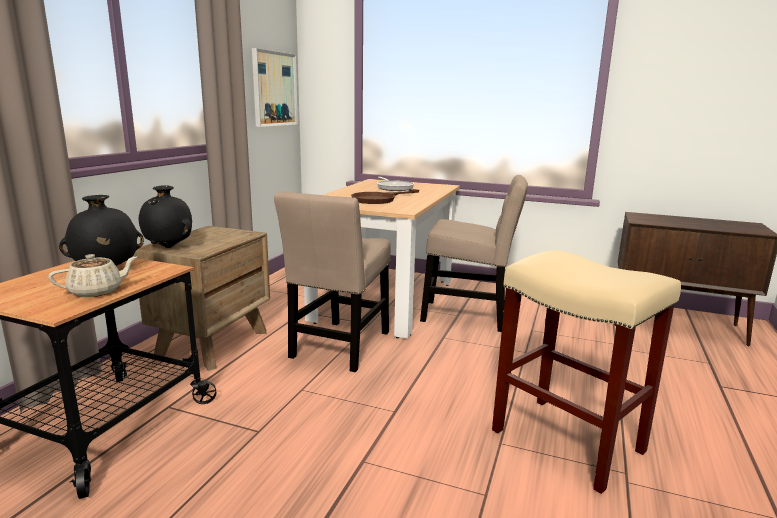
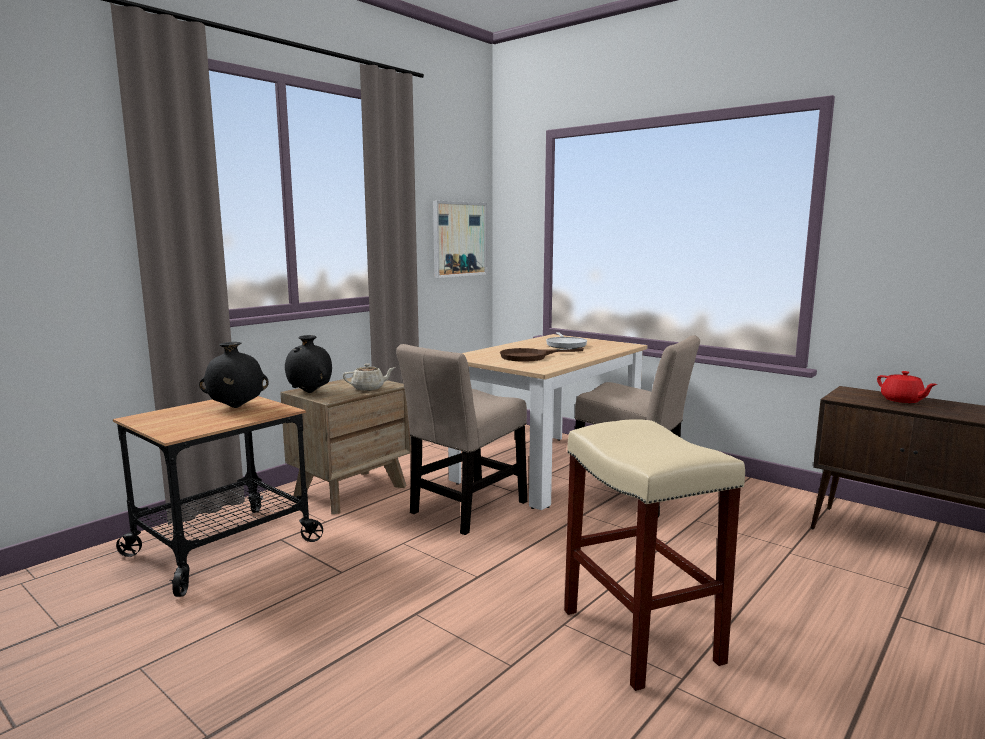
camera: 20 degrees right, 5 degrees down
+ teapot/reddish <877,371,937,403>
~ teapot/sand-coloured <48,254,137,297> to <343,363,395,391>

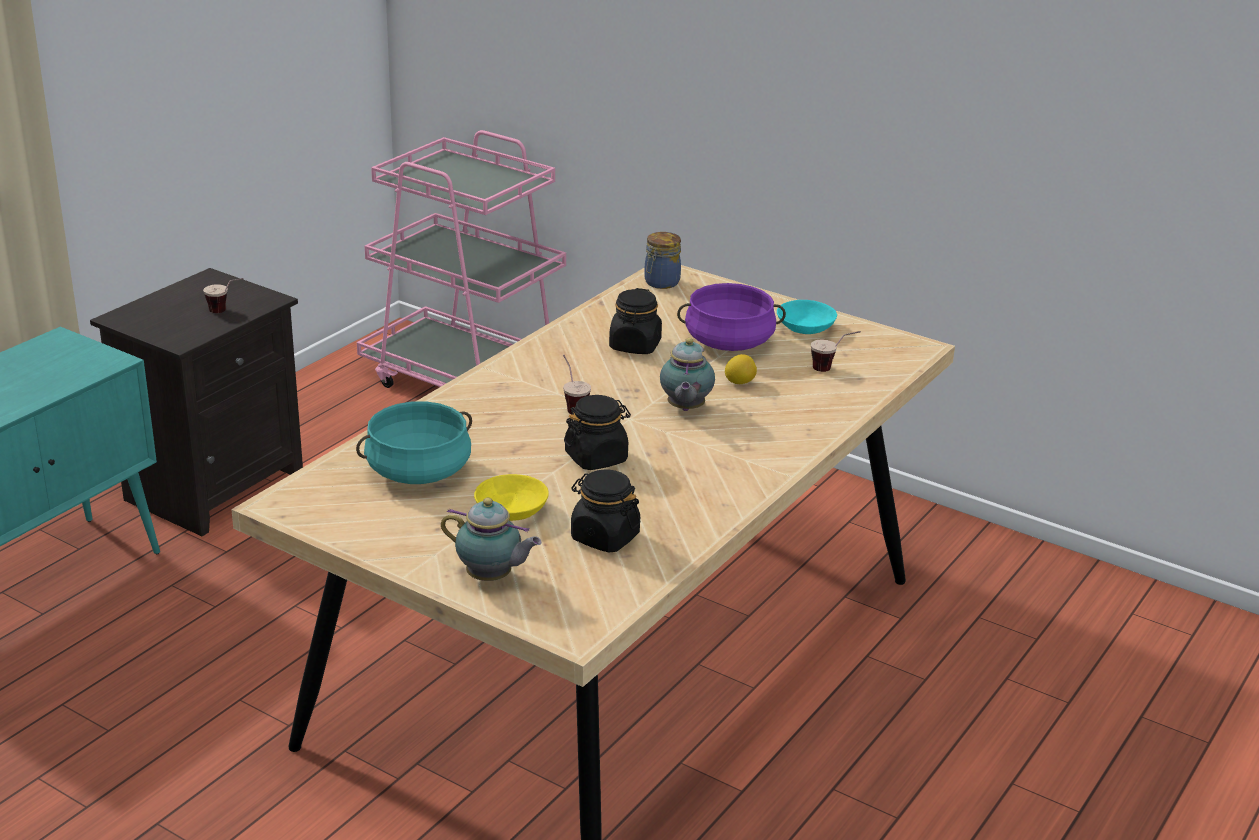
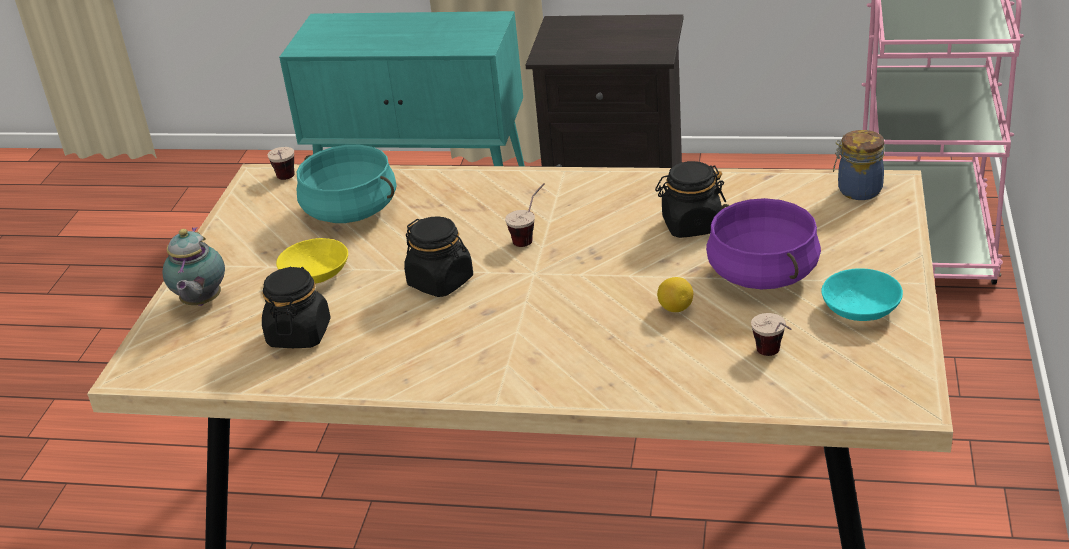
camera: 70 degrees right, 5 degrees up
- teapot <660,338,715,411>
~ small cup <203,278,243,313> to <268,147,295,180>

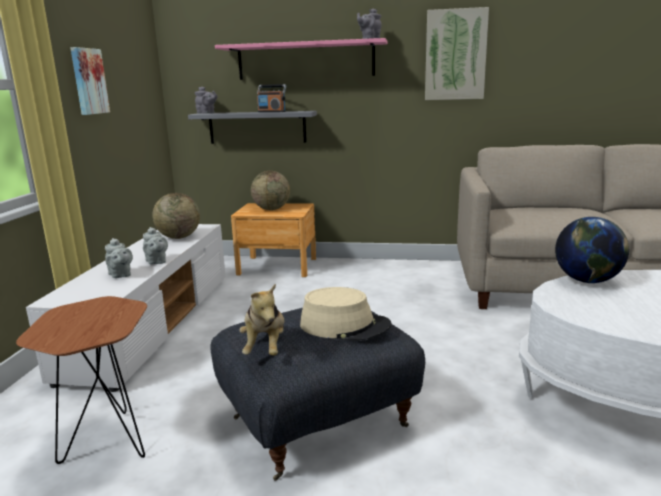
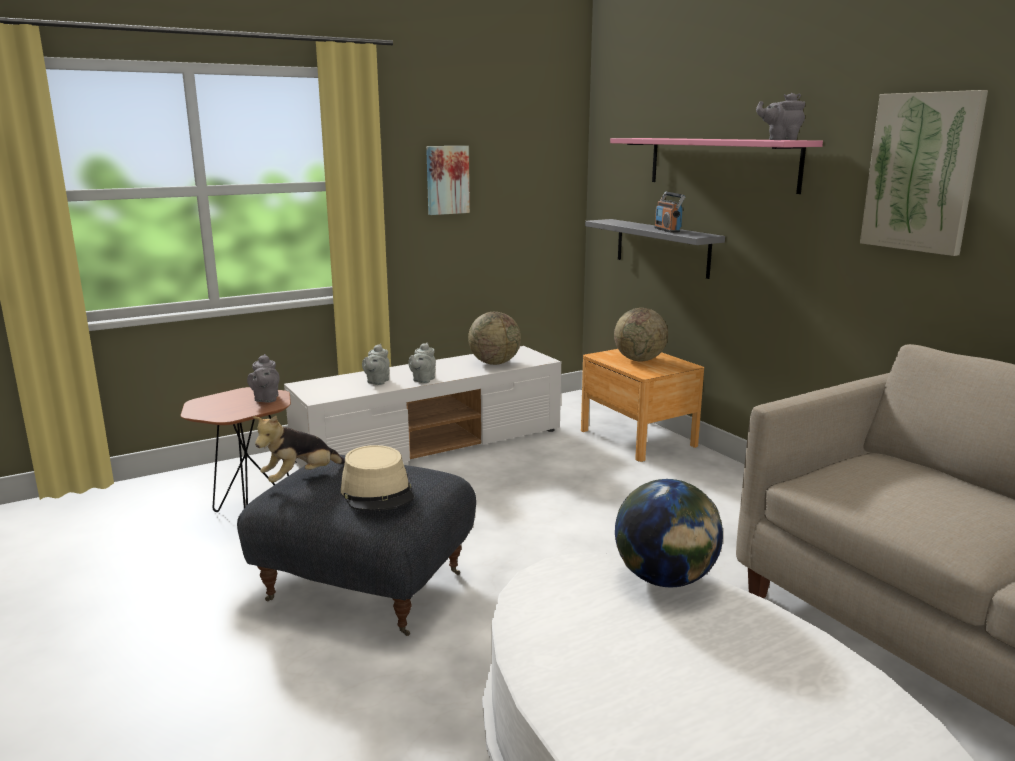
camera: 50 degrees right, 0 degrees up
~ teapot/greyish <195,87,218,113> to <247,354,280,403>

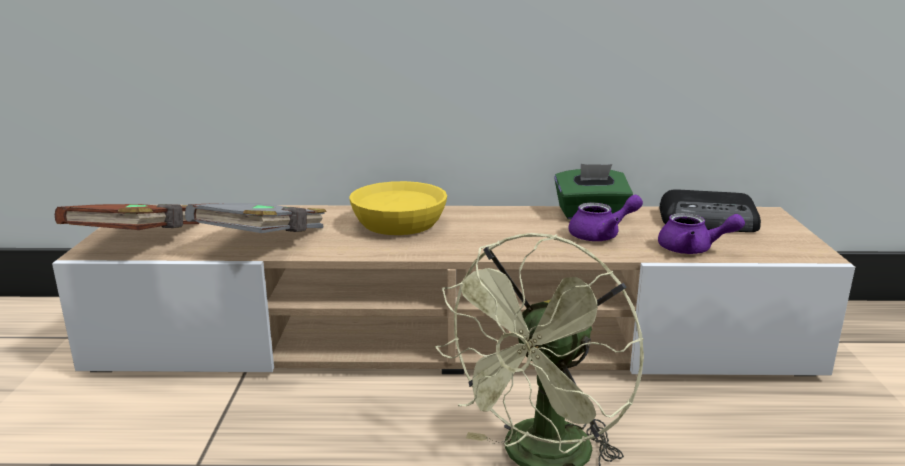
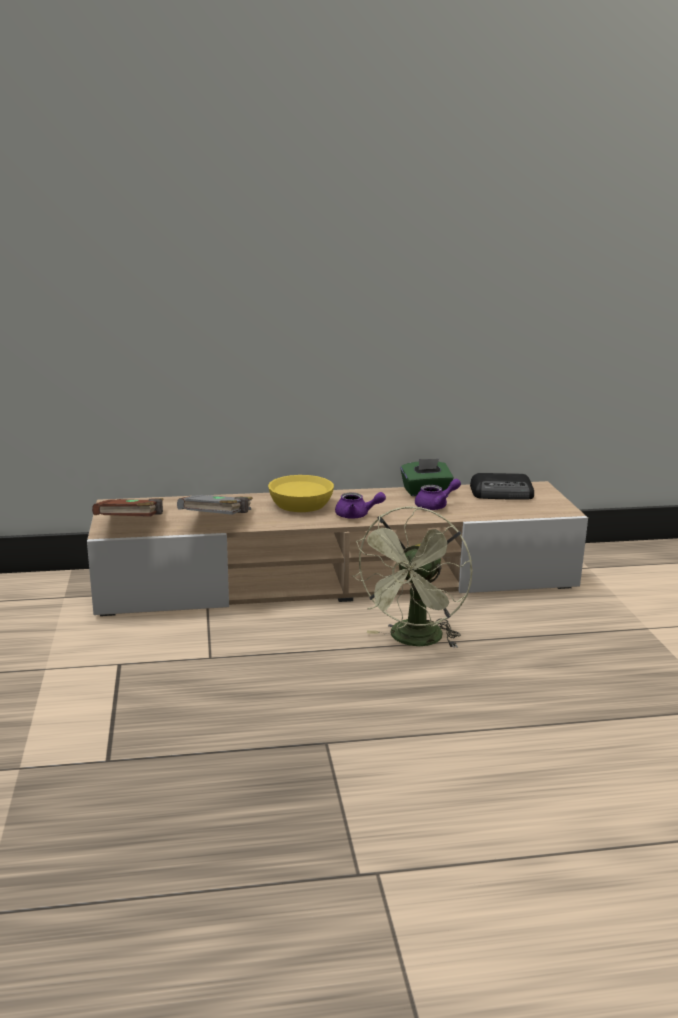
camera: 10 degrees left, 0 degrees up
~ teapot/purplish <658,213,745,254> to <335,492,386,519>

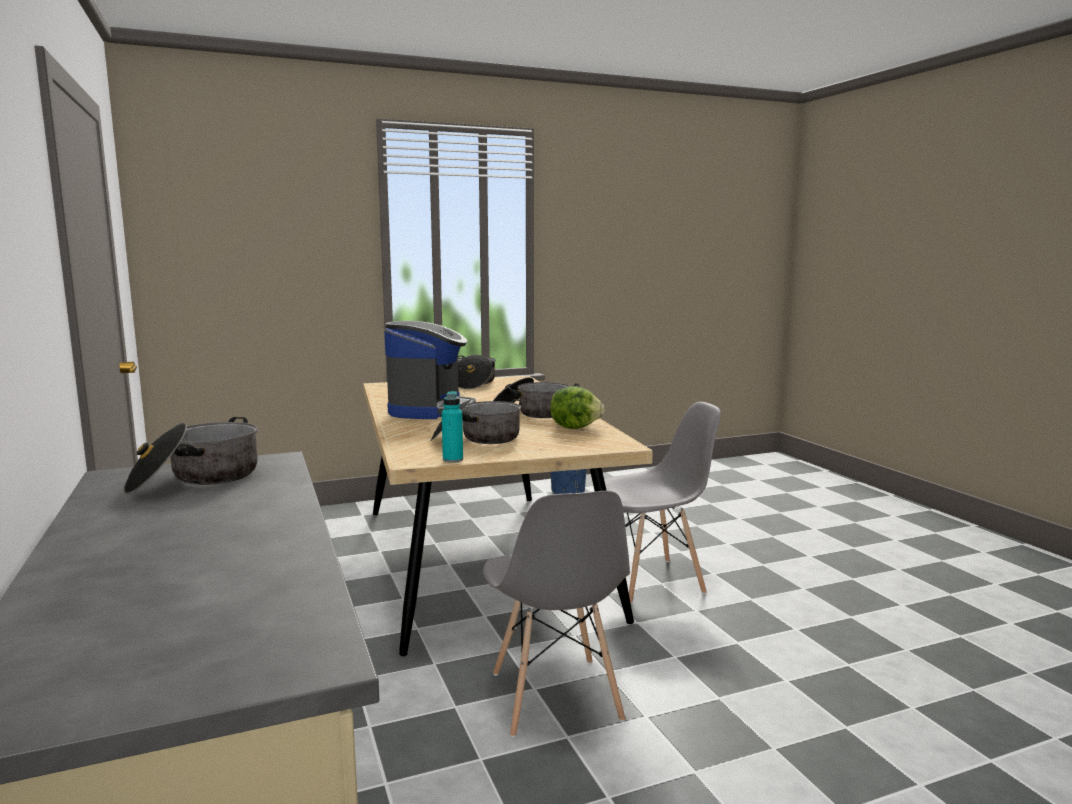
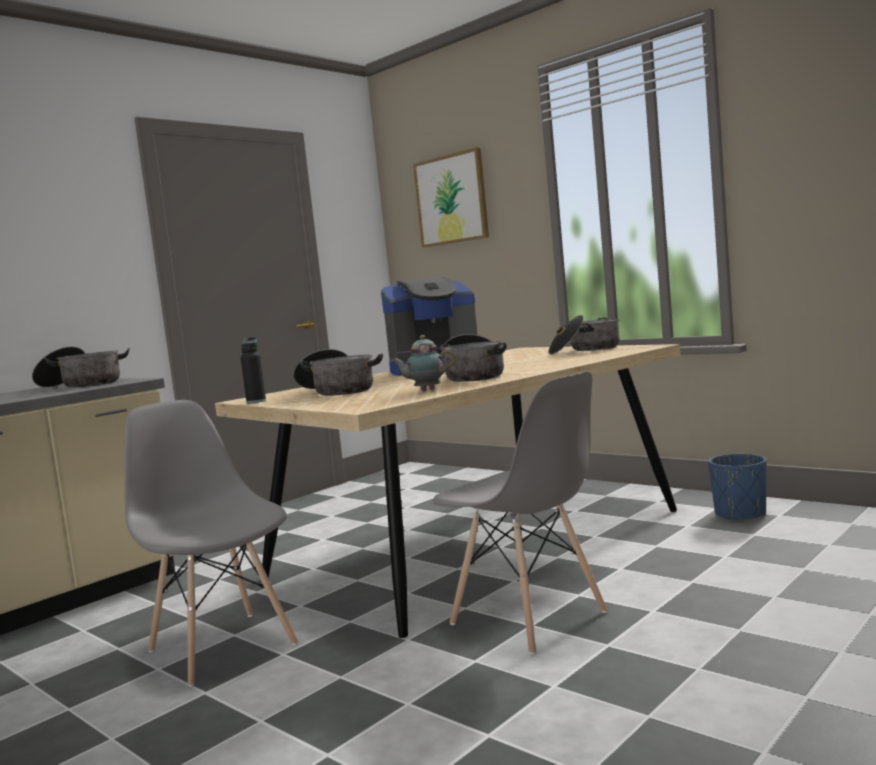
camera: 65 degrees right, 5 degrees down
+ picture <413,147,489,248>
~ lettuce <550,386,605,429> to teapot <391,335,456,391>
~ beverage bottle/turquoise <442,391,463,463> to beverage bottle/black <241,337,266,403>
~ plain chair/greyish <483,491,630,738> = <124,400,298,687> 90 degrees clockwise

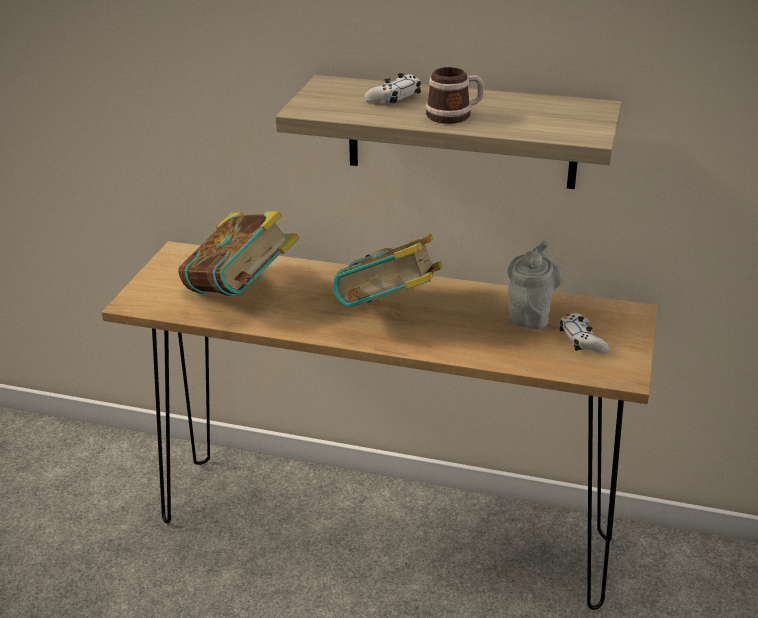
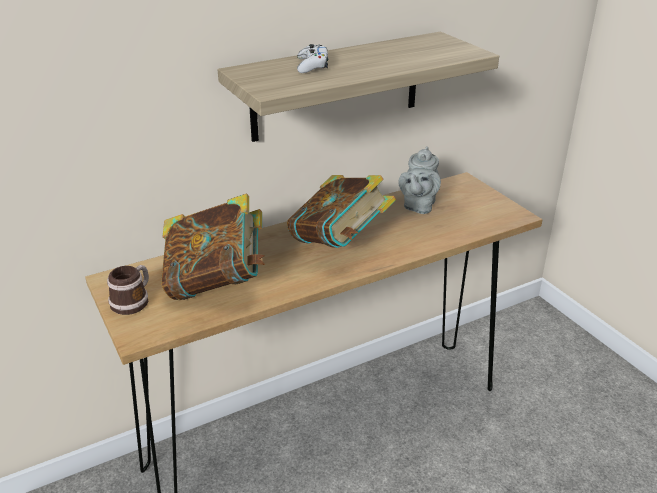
camera: 45 degrees left, 0 degrees up
- gamepad/whitish <560,313,610,353>
~ mug <425,67,484,124> to <107,265,149,315>
~ teapot/greyish <507,240,562,329> = <398,146,441,214> 135 degrees counterclockwise

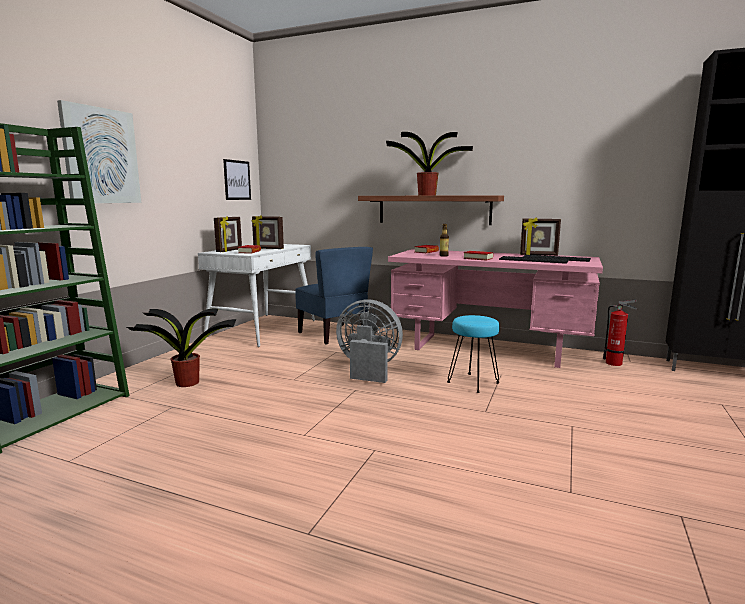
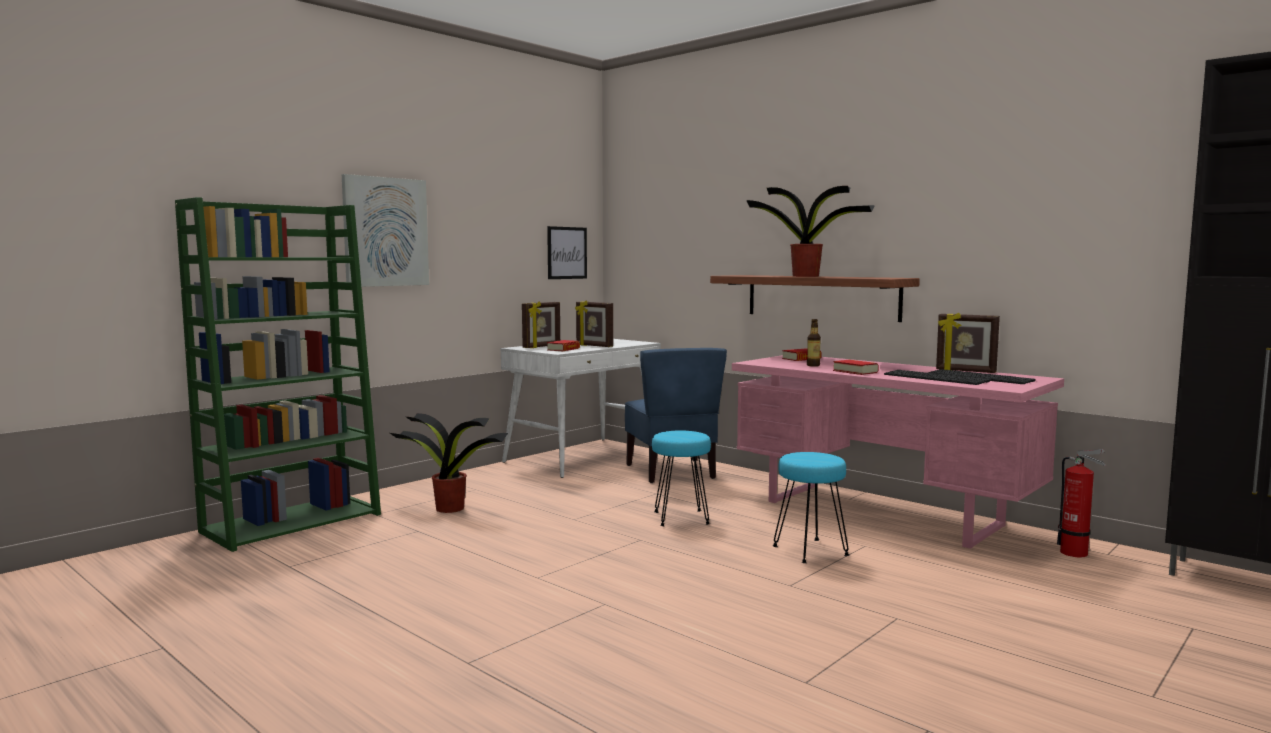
camera: 20 degrees right, 5 degrees down
~ cooling fan/greyish <336,299,403,383> to stool/turquoise <652,431,711,526>

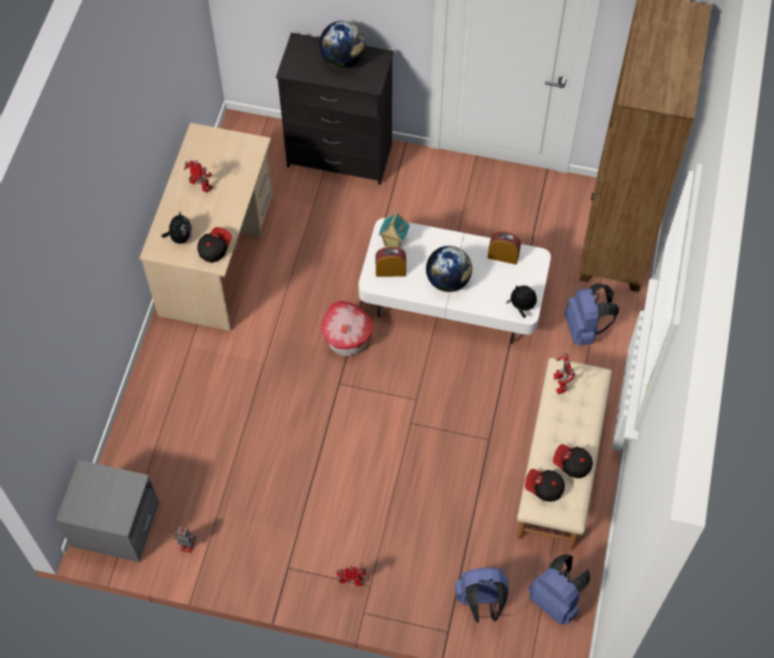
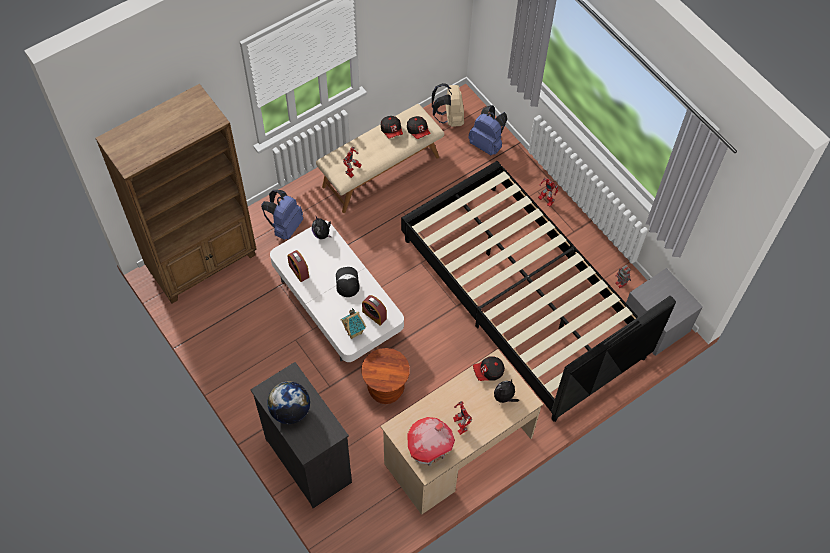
camera: 140 degrees left, 0 degrees up
+ stool/brownish <362,348,410,404>
+ sleeping bed/black <401,161,676,422>
~ toy house <320,301,373,356> to <408,417,455,466>
~ world globe <426,246,472,292> to peaked cap <336,267,360,297>
~ backpack/blue-coloured <528,554,590,625> to backpack/sand-coloured <432,83,464,127>

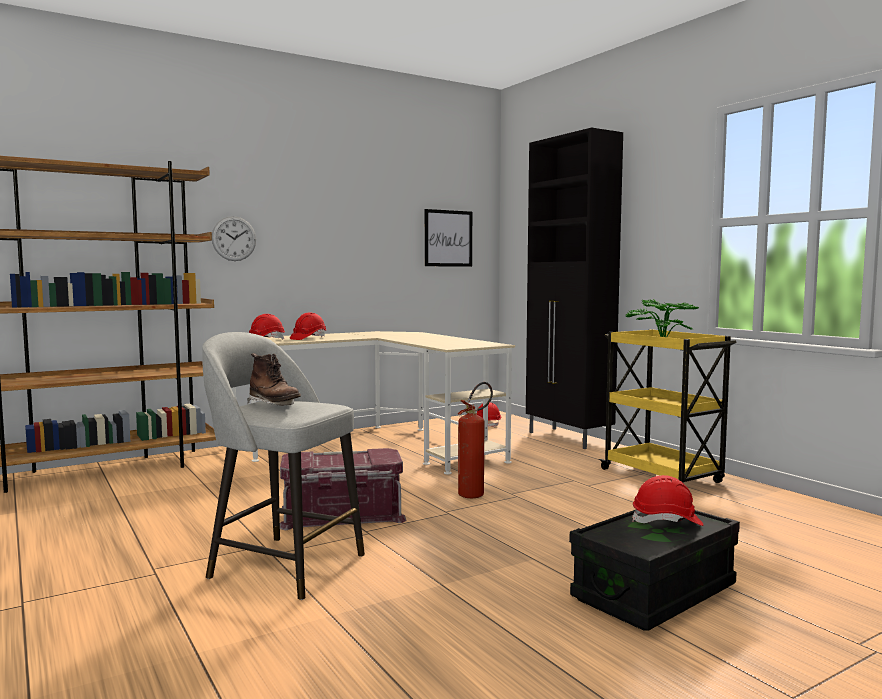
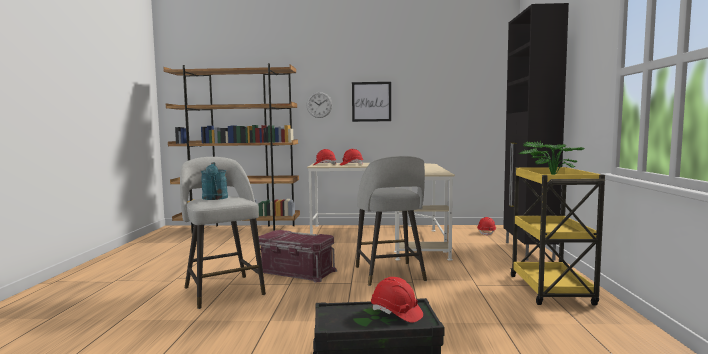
camera: 35 degrees right, 0 degrees up
~ picture <425,209,472,267> to <352,82,391,122>
~ boot/brownish <247,353,301,406> to sprinkling can/turquoise <201,162,228,200>
~ extinguisher <458,382,493,498> to stool/greyish <356,156,427,286>

